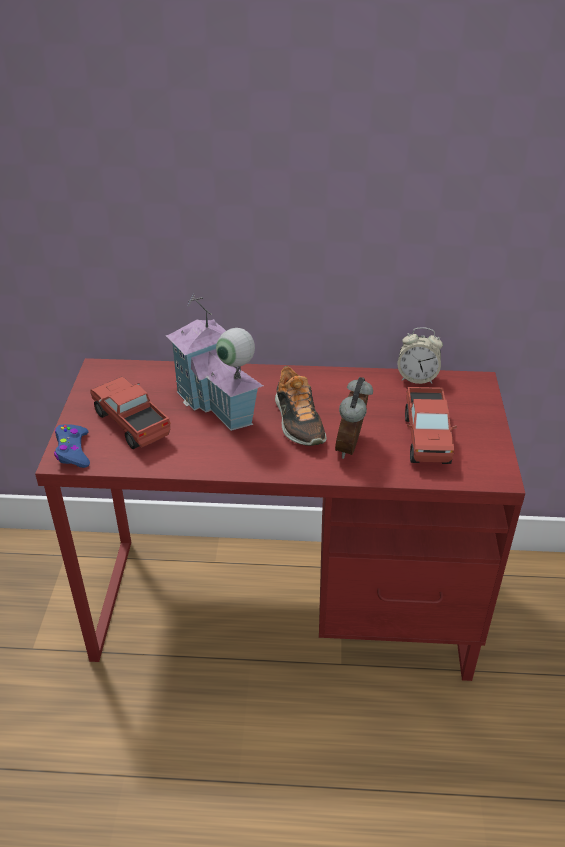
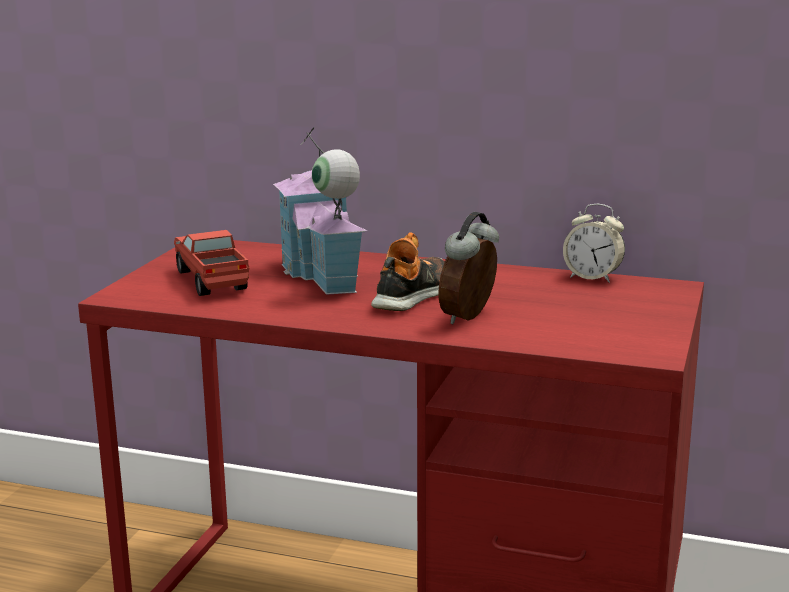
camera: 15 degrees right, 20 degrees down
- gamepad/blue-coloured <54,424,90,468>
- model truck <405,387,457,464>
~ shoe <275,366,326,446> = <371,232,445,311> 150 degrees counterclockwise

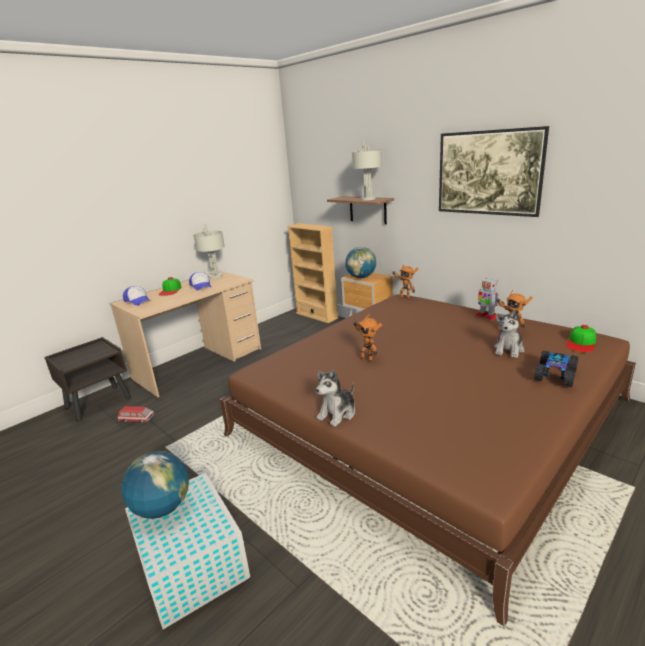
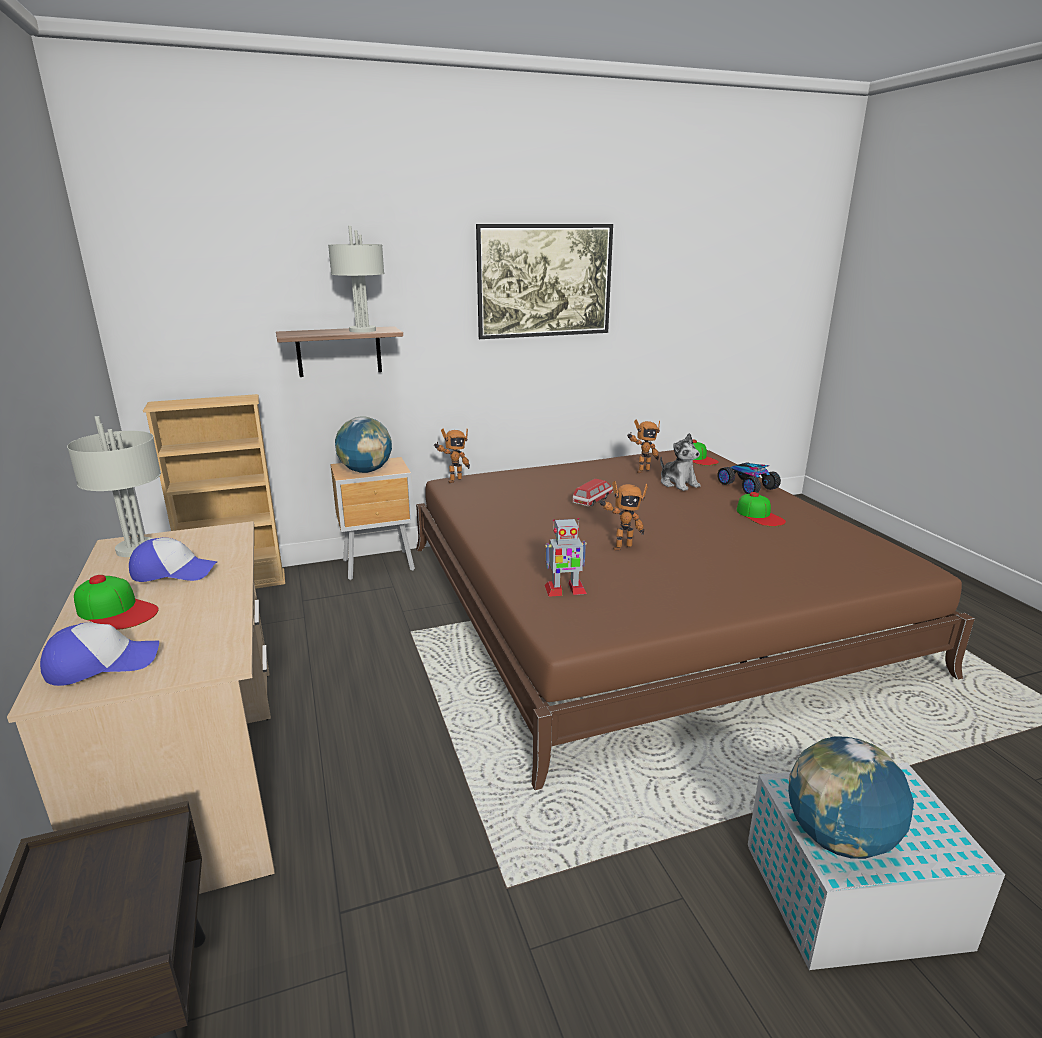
camera: 65 degrees left, 0 degrees up
- soft toy <316,369,355,427>
+ peaked cap <737,492,786,527>
~ toy car <118,406,155,423> to <572,479,613,506>
~ model robot <476,278,499,320> to <544,518,587,597>

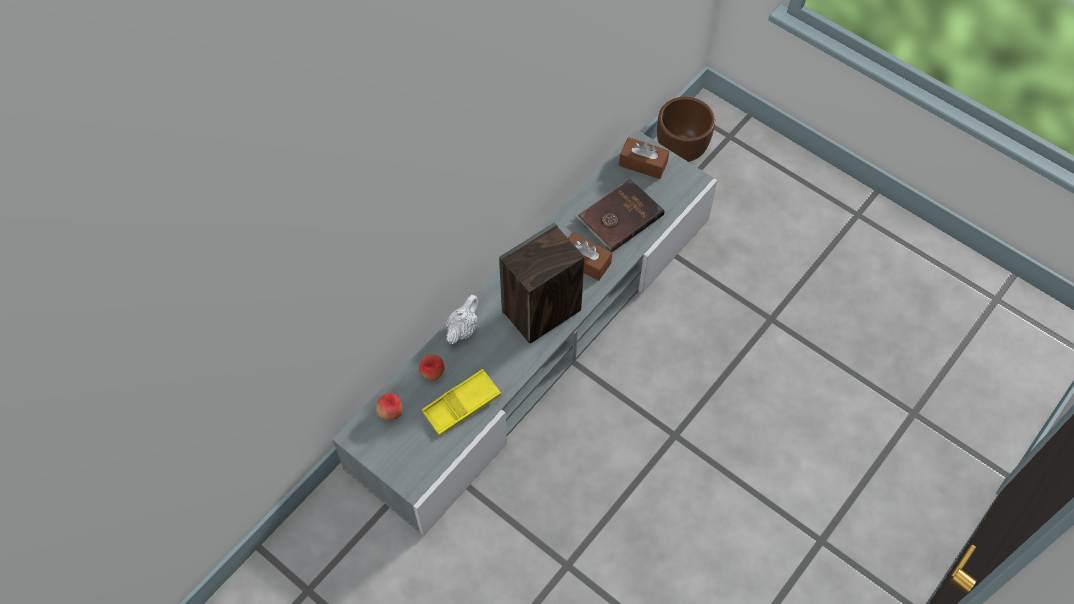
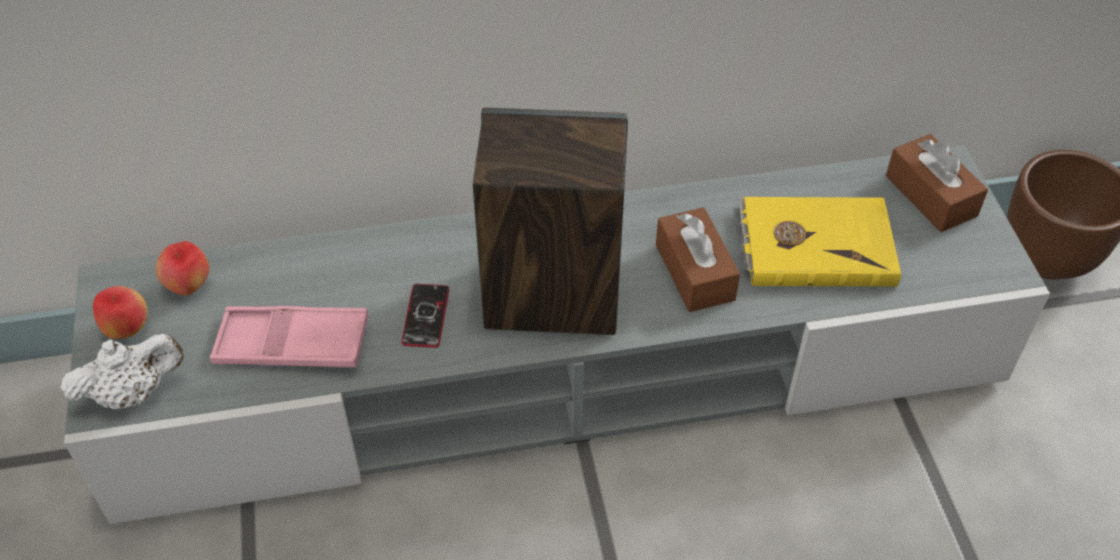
camera: 40 degrees right, 10 degrees down
+ handset <401,284,449,348>
~ apple <419,354,444,380> to <93,286,148,339>
~ teapot/whitish <446,295,478,344> to <60,334,184,409>
~ serving tray/yellow <422,369,501,436> to serving tray/pink-coloured <210,306,369,367>
~ bound book/brownish <575,179,664,252> to bound book/yellow <739,196,901,287>

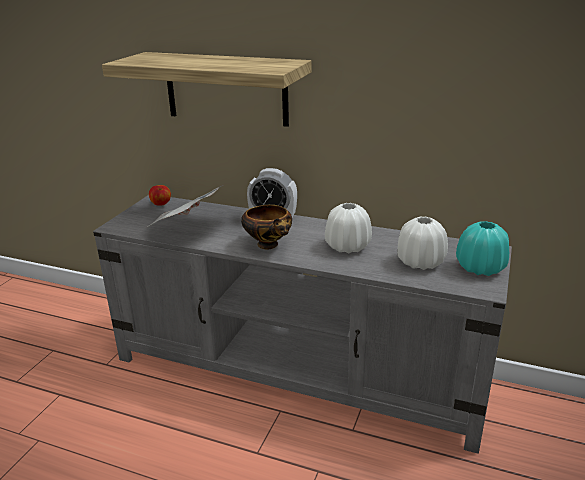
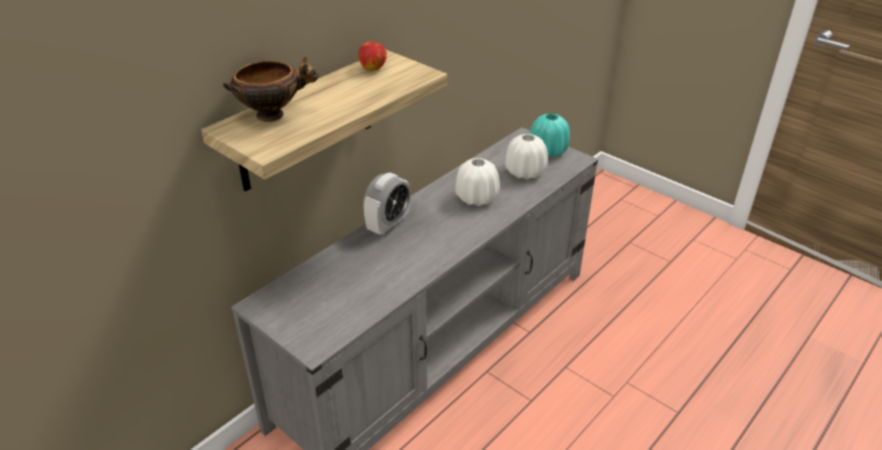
camera: 70 degrees left, 10 degrees up
- daily paper <146,185,223,228>
~ apple <149,185,171,206> to <358,42,387,71>
~ bowl <241,205,292,249> to <223,57,319,122>

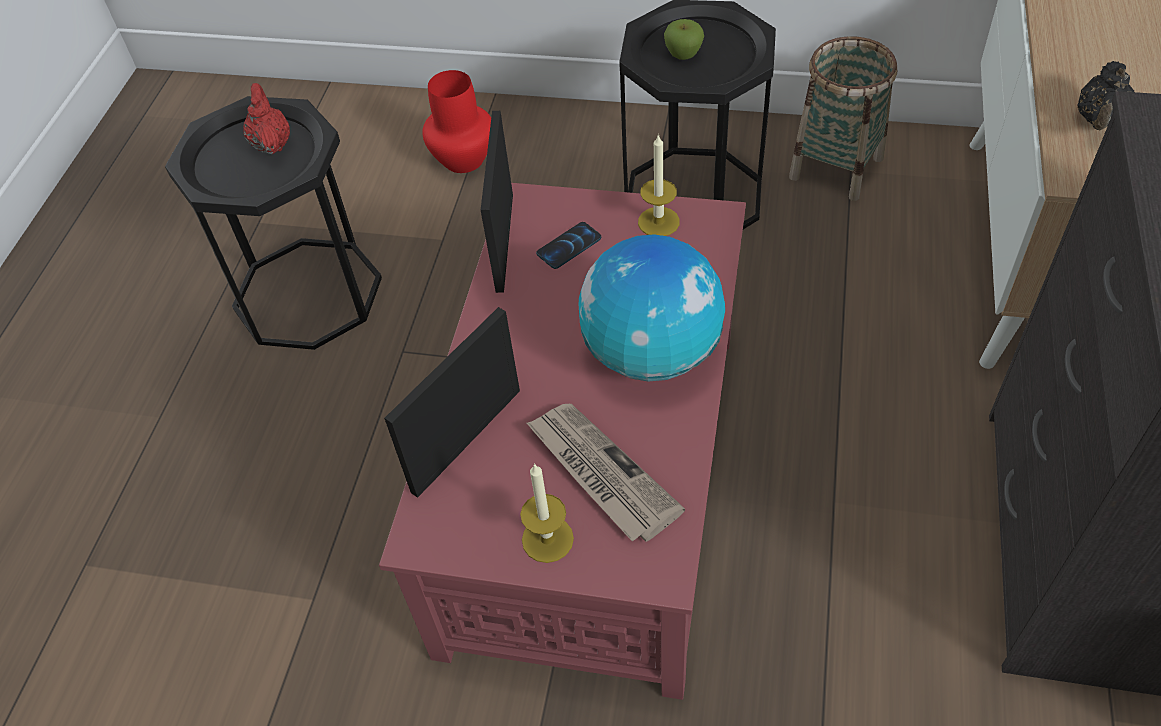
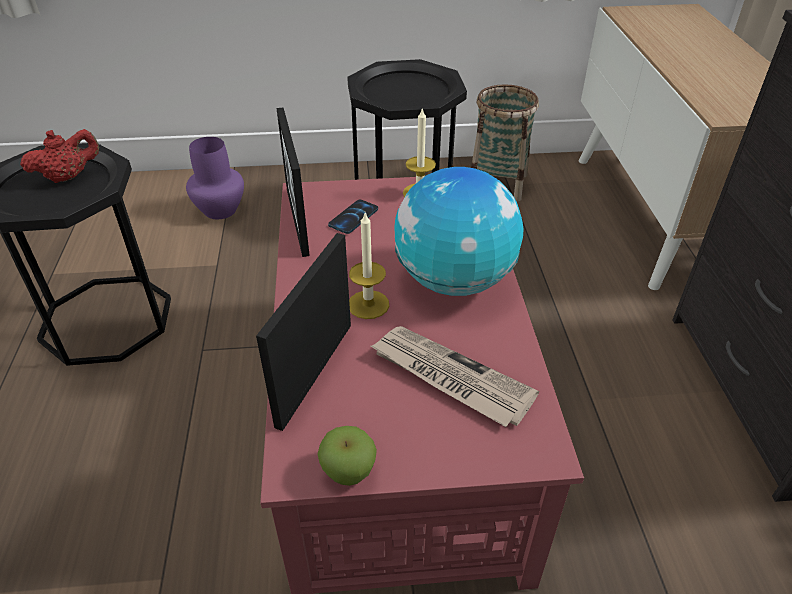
camera: 20 degrees left, 10 degrees down
- teapot/black <1078,61,1134,130>
~ candle <520,463,574,563> to <349,213,389,319>
~ apple <664,19,704,60> to <318,426,377,486>
~ decorative vase/reddish <422,70,491,173> to decorative vase/purplish <186,137,244,219>
~ teapot/reddish <243,83,290,154> = <20,129,99,183> 90 degrees clockwise

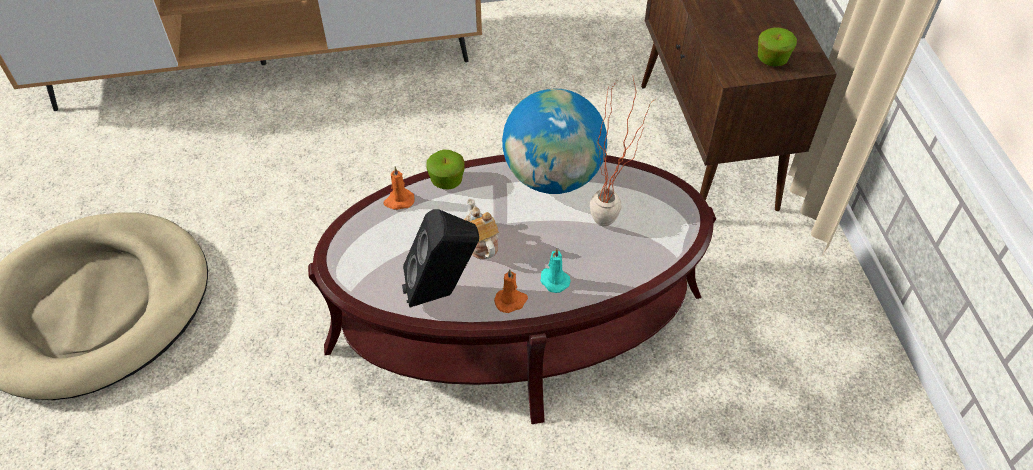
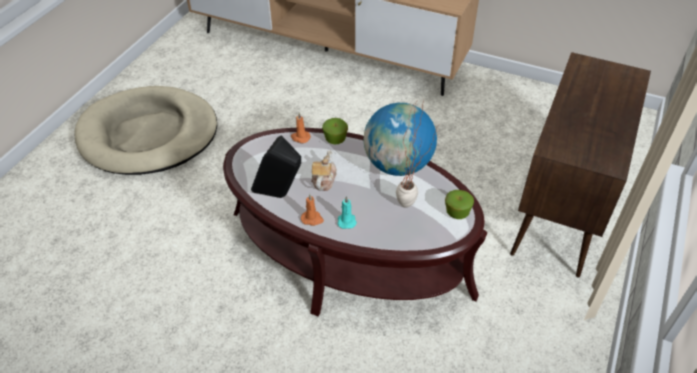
camera: 35 degrees right, 5 degrees down
~ apple <758,27,797,66> to <445,190,474,219>

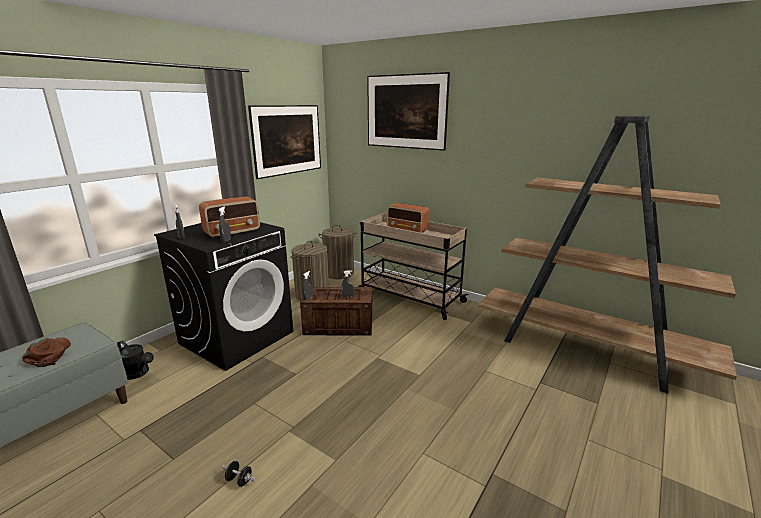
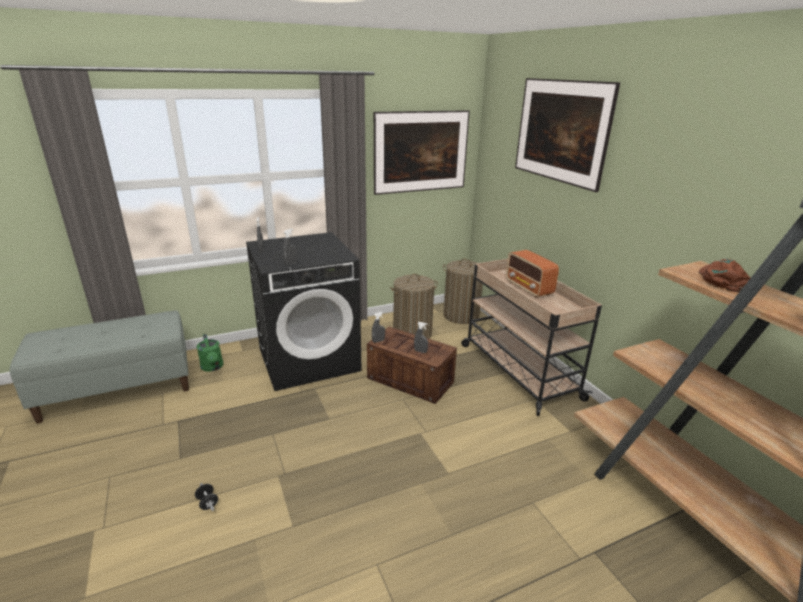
camera: 30 degrees right, 5 degrees up
- radio set <199,196,260,238>
~ peaked cap/brownish <22,337,71,367> to <699,258,750,293>
~ sprinkling can/black <117,341,154,380> to sprinkling can/green-coloured <197,334,223,372>

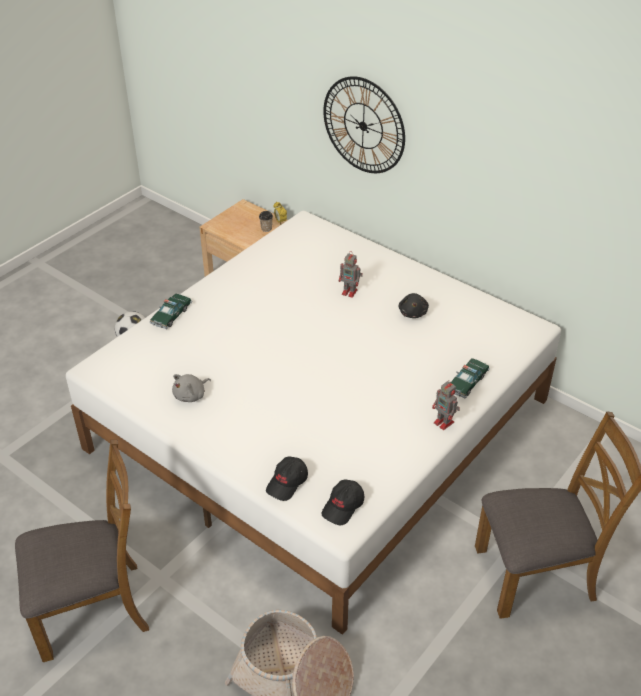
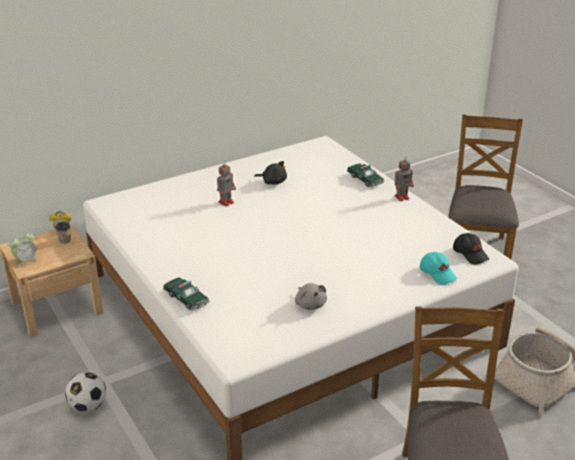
camera: 70 degrees left, 10 degrees down
- wall clock <323,76,405,173>
+ alarm clock <9,232,39,267>
~ peaked cap/black <266,456,308,501> to peaked cap/turquoise <420,252,457,285>

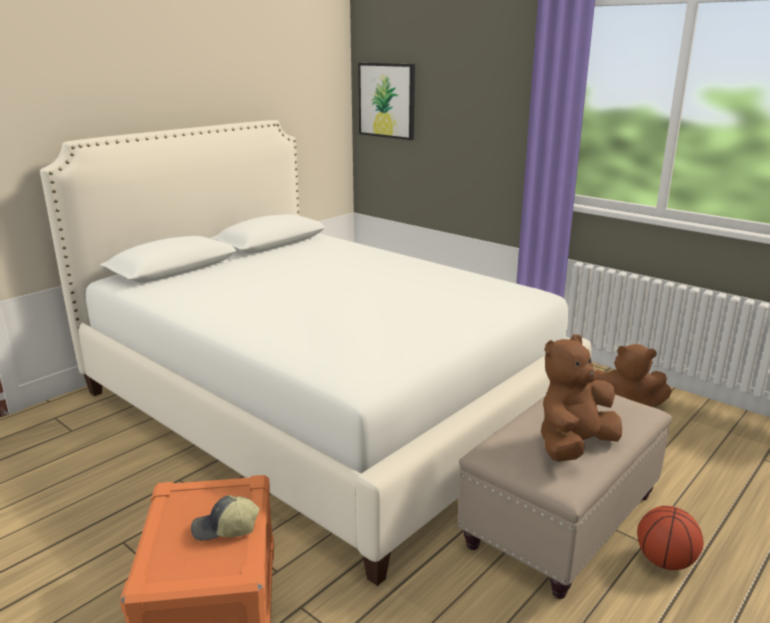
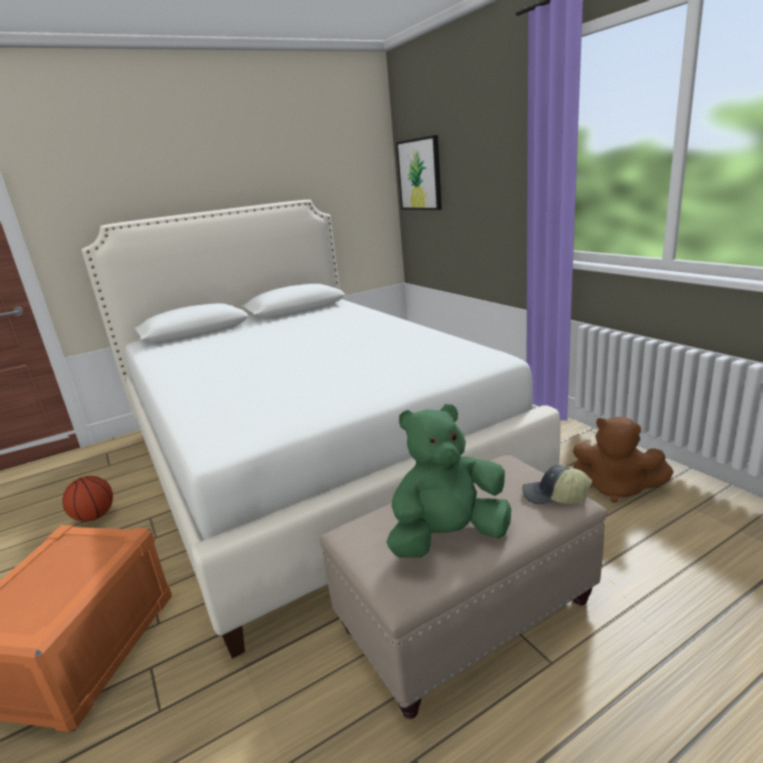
camera: 20 degrees right, 0 degrees up
~ peaked cap <191,495,260,541> to <522,465,592,504>
~ basketball ball <637,506,704,570> to <62,476,113,522>
~ soft toy/brownish <541,334,622,462> to soft toy/green-coloured <386,404,511,557>

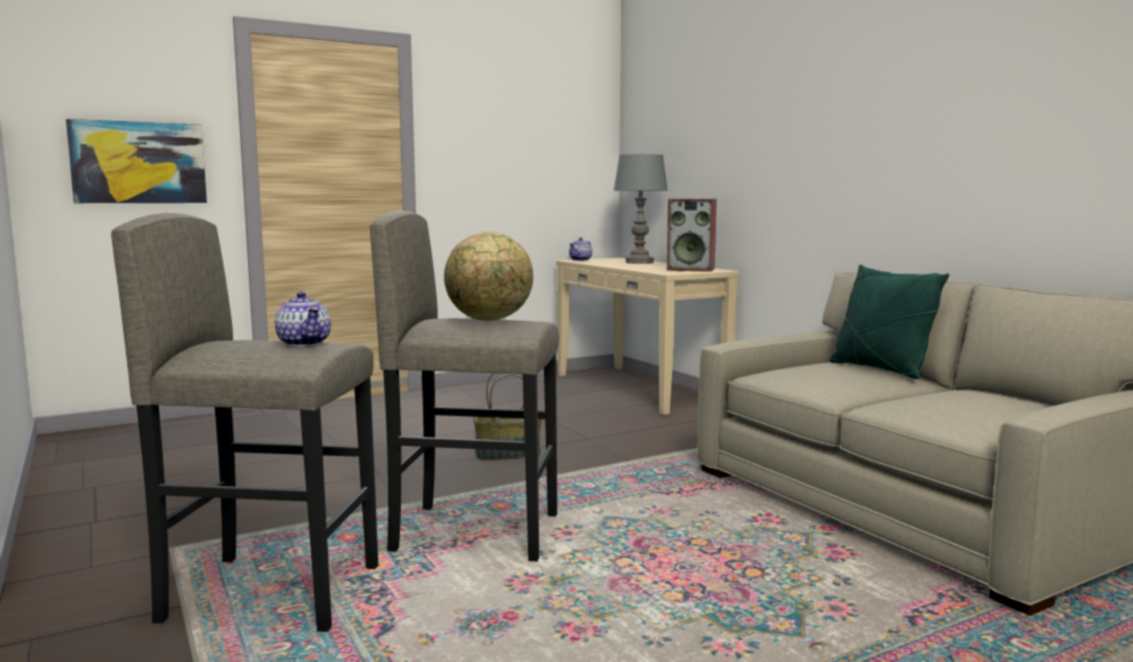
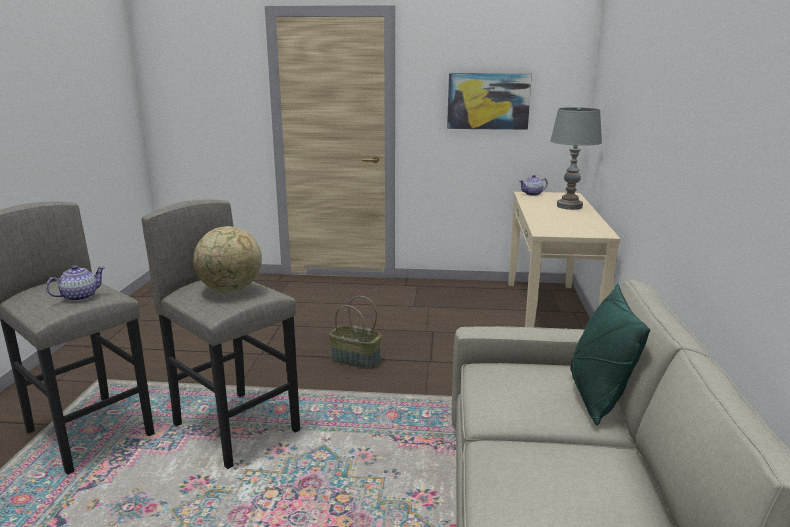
camera: 35 degrees right, 10 degrees up
- speaker <667,199,717,272>
~ picture <66,119,207,203> to <447,73,532,130>
~ teapot <275,292,331,347> = <46,265,105,301> 135 degrees counterclockwise

